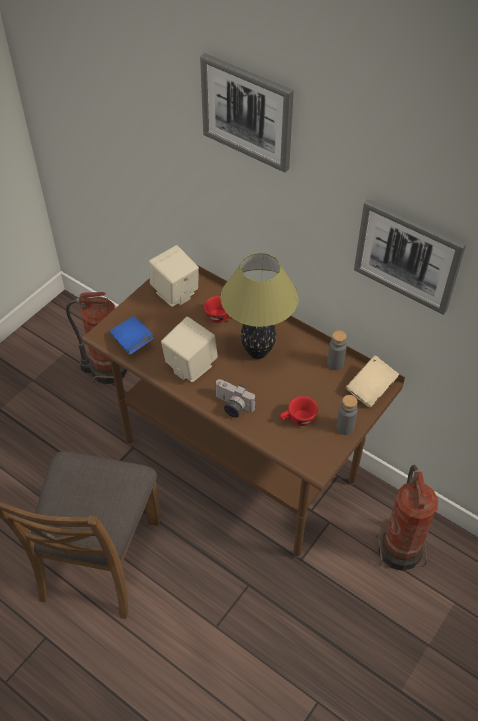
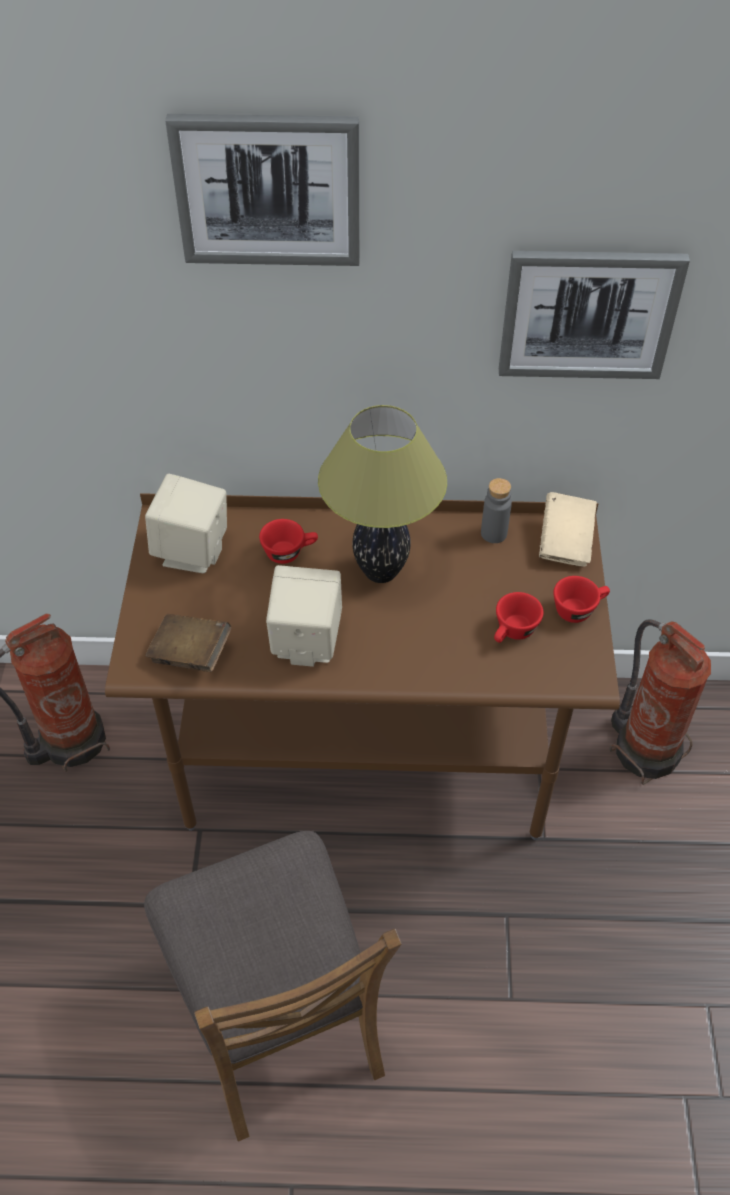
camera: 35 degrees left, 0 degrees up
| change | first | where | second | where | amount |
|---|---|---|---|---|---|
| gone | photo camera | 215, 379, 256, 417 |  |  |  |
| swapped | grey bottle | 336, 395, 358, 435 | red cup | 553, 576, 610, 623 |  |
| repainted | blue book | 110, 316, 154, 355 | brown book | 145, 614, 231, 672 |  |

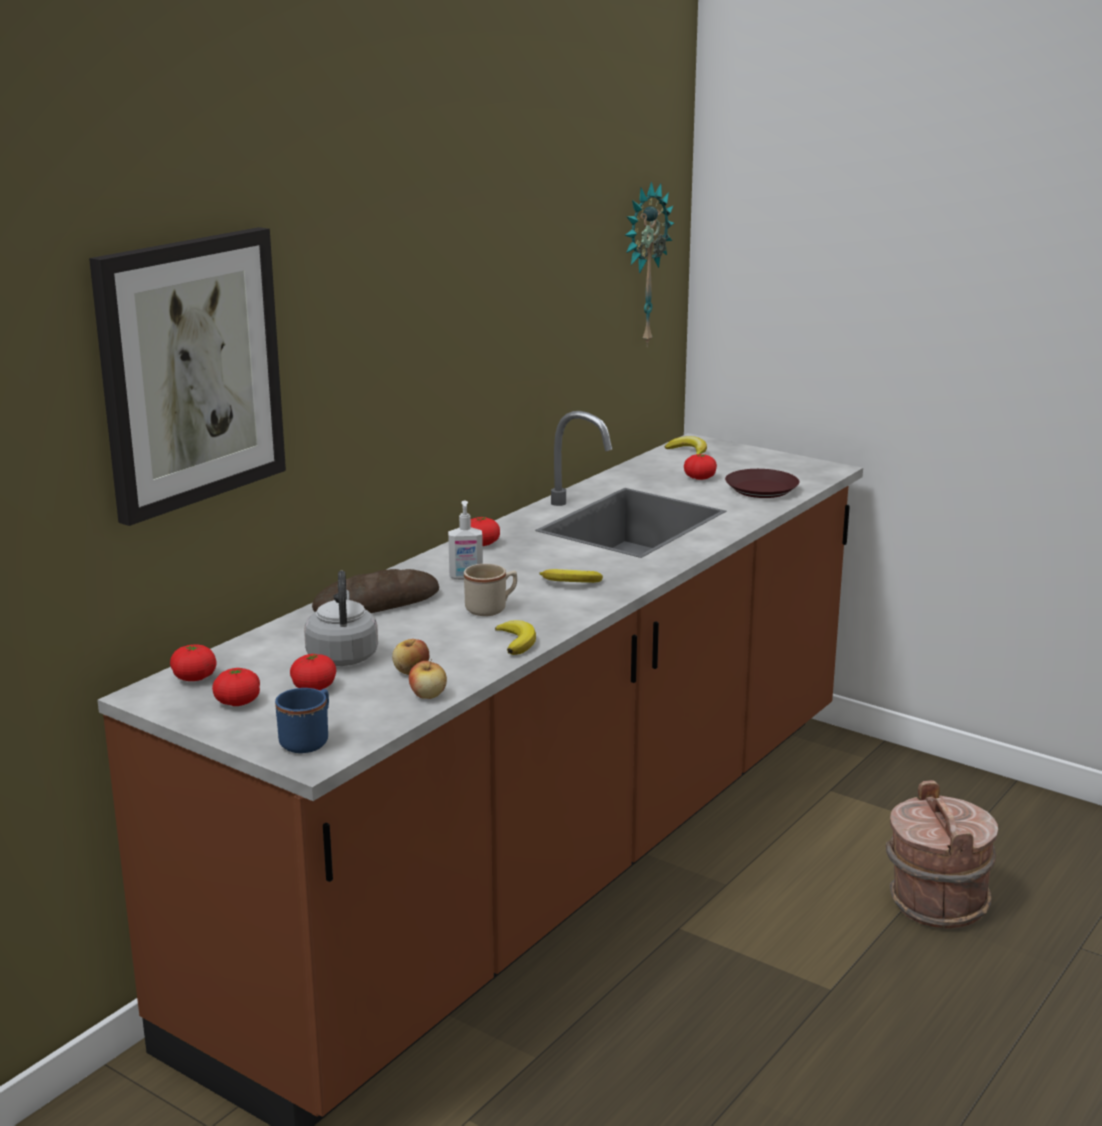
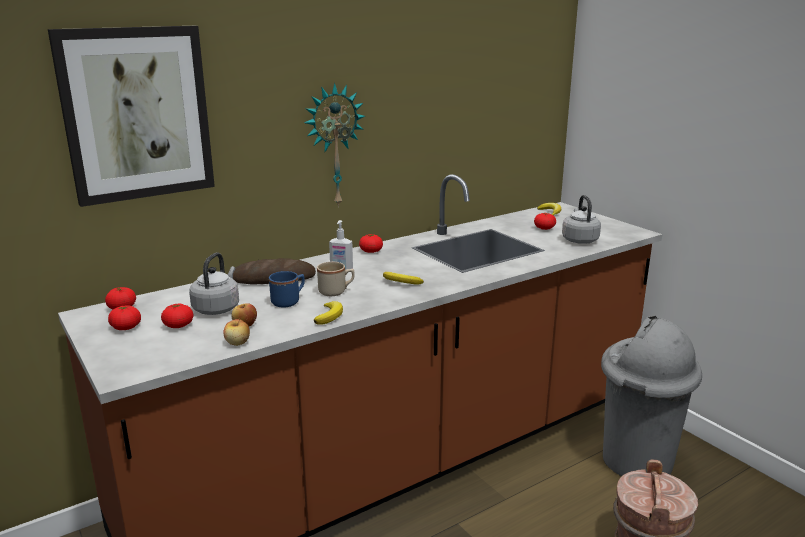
camera: 20 degrees right, 0 degrees up
| change | first | where | second | where | amount |
|---|---|---|---|---|---|
| new |  |  | grey trash can | 601, 316, 702, 476 |  |
| shifted | blue mug | 275, 688, 329, 753 |  | 269, 271, 305, 307 |  |
| shifted | wall clock | 625, 181, 674, 347 |  | 304, 83, 365, 208 |  |
| swapped | brown plate | 725, 469, 799, 498 | grey kettle | 562, 195, 601, 244 |  |

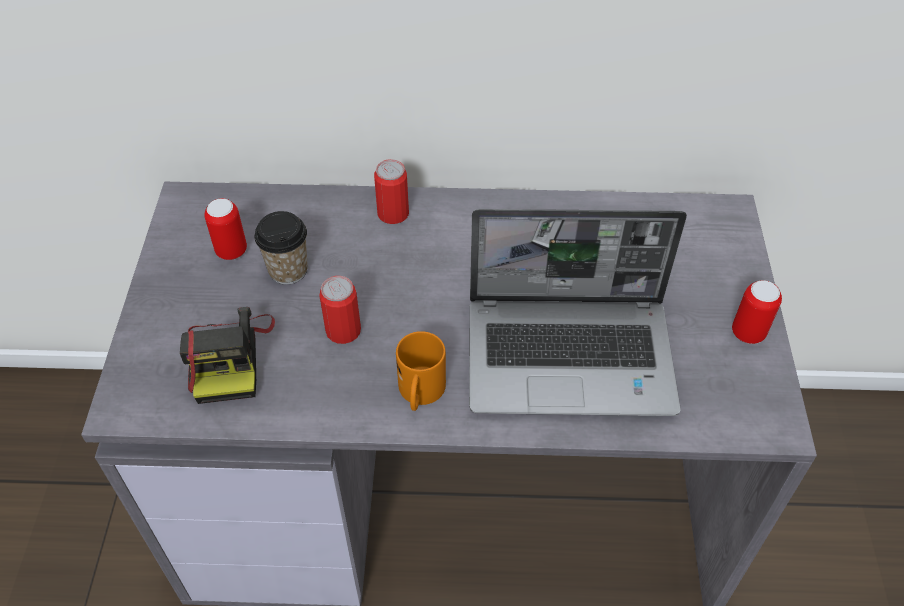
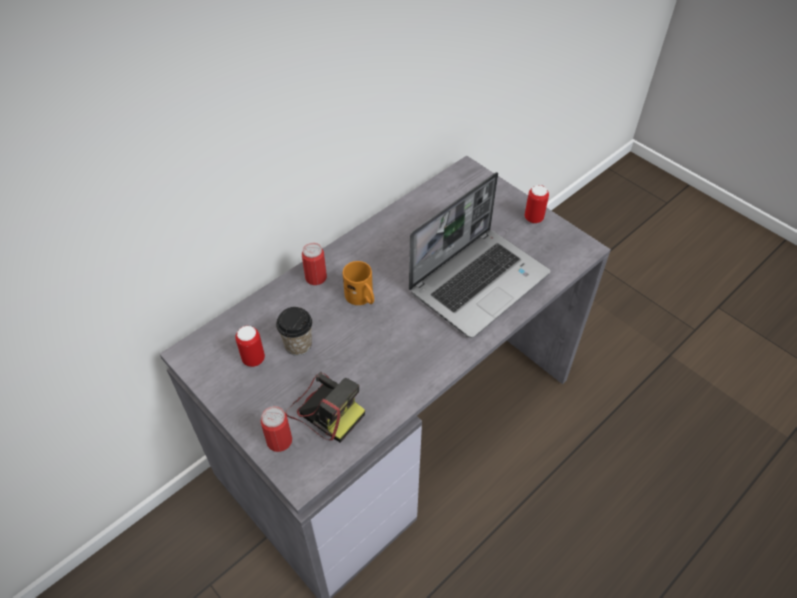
camera: 45 degrees left, 0 degrees up
| change | first | where | second | where | amount |
|---|---|---|---|---|---|
| shifted | can | 319, 276, 361, 344 |  | 260, 406, 292, 452 |  |
| shifted | orange mug | 396, 331, 446, 411 |  | 343, 261, 374, 305 |  |

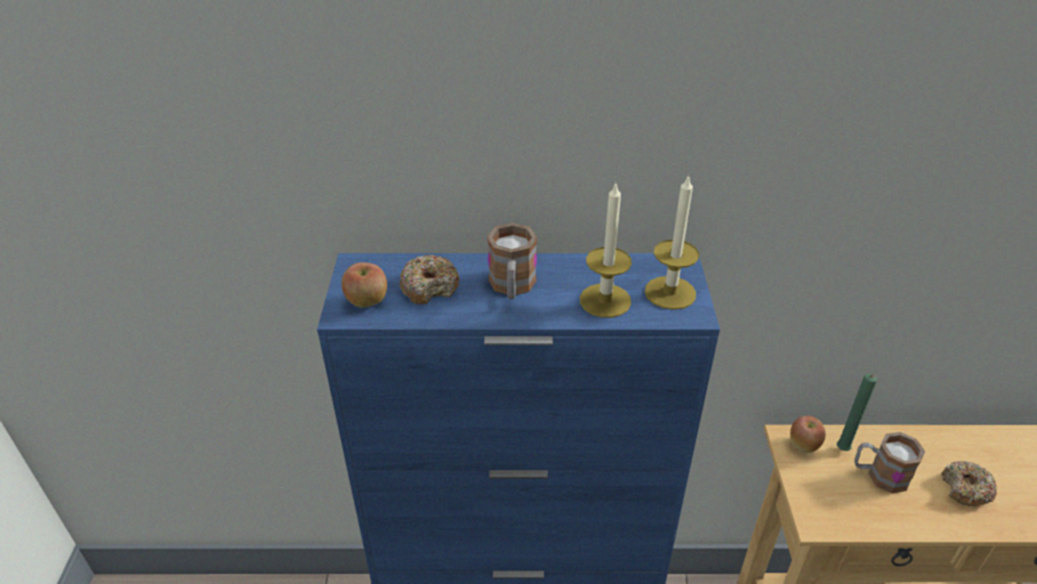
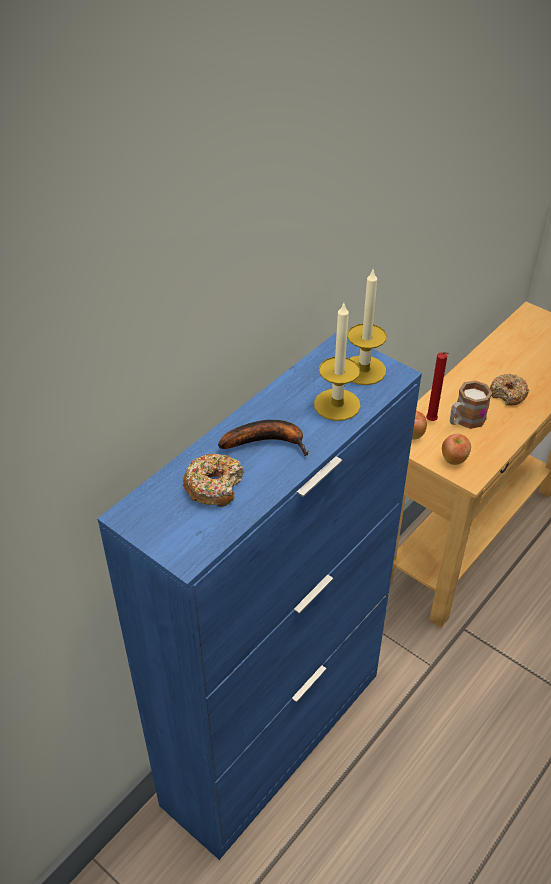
camera: 50 degrees left, 5 degrees up
| change | first | where | second | where | amount |
|---|---|---|---|---|---|
| shifted | apple | 341, 262, 387, 308 |  | 442, 434, 471, 465 |  |
| swapped | mug | 487, 223, 537, 300 | banana | 218, 420, 309, 456 |  |
| repainted | green candle | 837, 373, 877, 451 | red candle | 426, 352, 449, 421 |  |

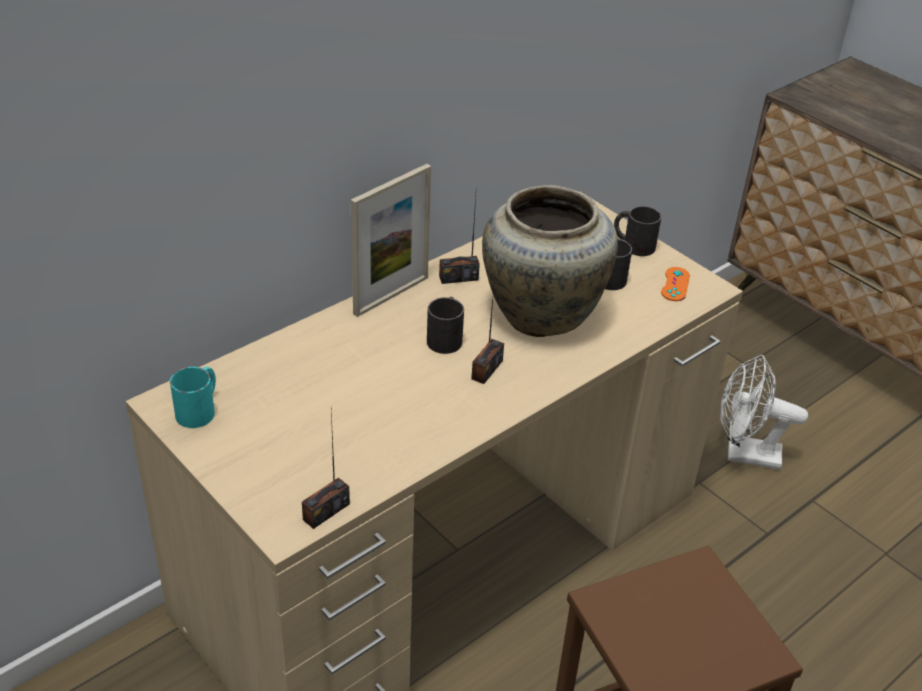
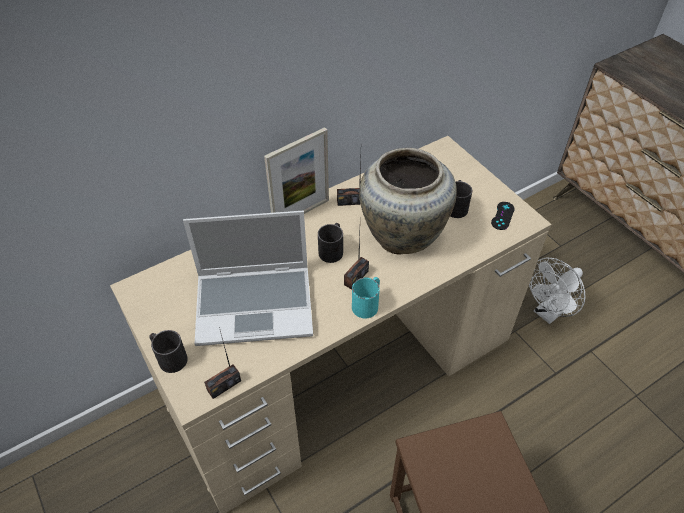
camera: 10 degrees right, 10 degrees up
| change | first | where | second | where | amount |
|---|---|---|---|---|---|
| new |  |  | laptop | 183, 211, 313, 346 |  |
| shifted | turquoise mug | 170, 367, 216, 428 |  | 352, 277, 380, 318 |  |
| shifted | black mug | 614, 206, 661, 256 |  | 149, 330, 188, 373 |  |
| repainted | orange game controller | 661, 267, 690, 301 | black game controller | 491, 202, 515, 230 |  |
| rotated | white fan | 720, 355, 808, 470 |  | 529, 258, 586, 324 | 60 degrees counterclockwise |

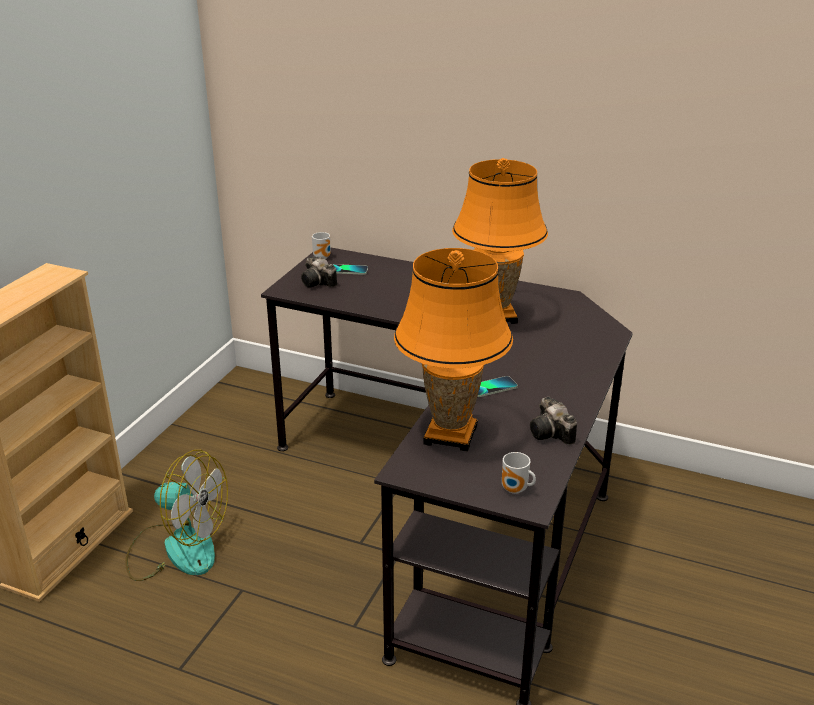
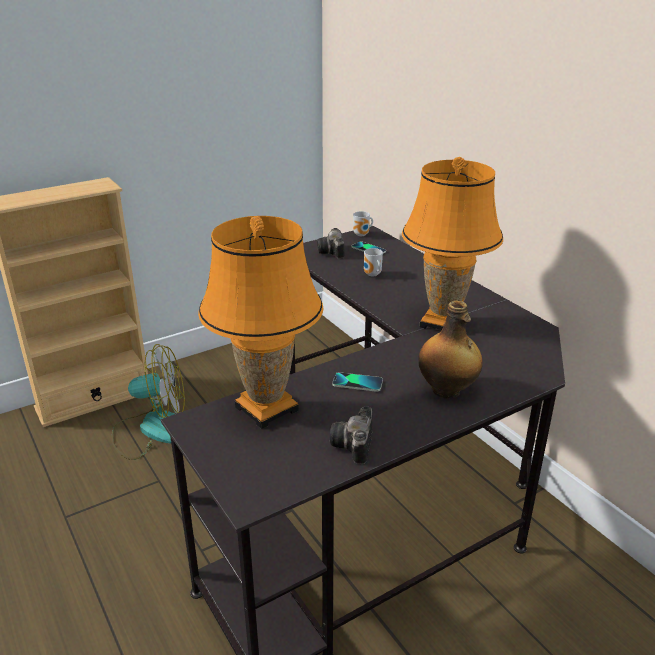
camera: 35 degrees right, 0 degrees up
| change | first | where | second | where | amount |
|---|---|---|---|---|---|
| new |  |  | bottle | 418, 300, 483, 398 |  |
| shifted | mug | 502, 452, 536, 494 |  | 364, 248, 383, 276 |  |
| rotated | fan | 125, 450, 228, 581 |  | 112, 344, 185, 460 | 60 degrees counterclockwise |

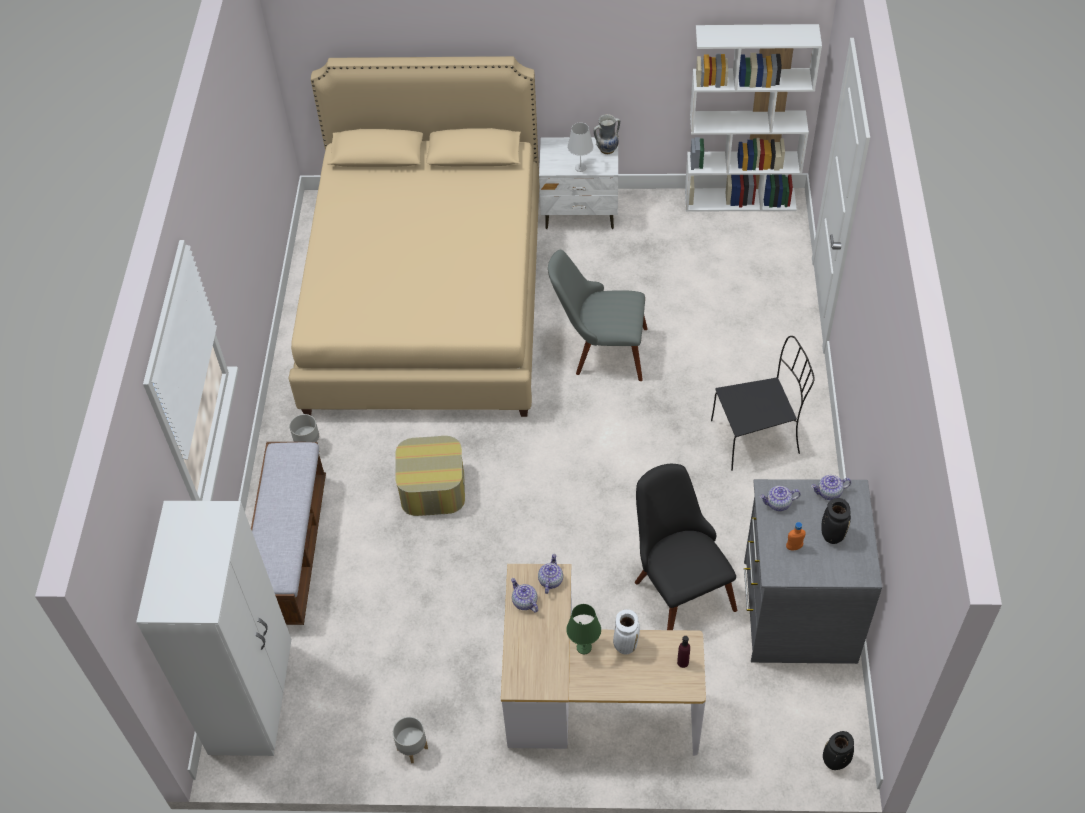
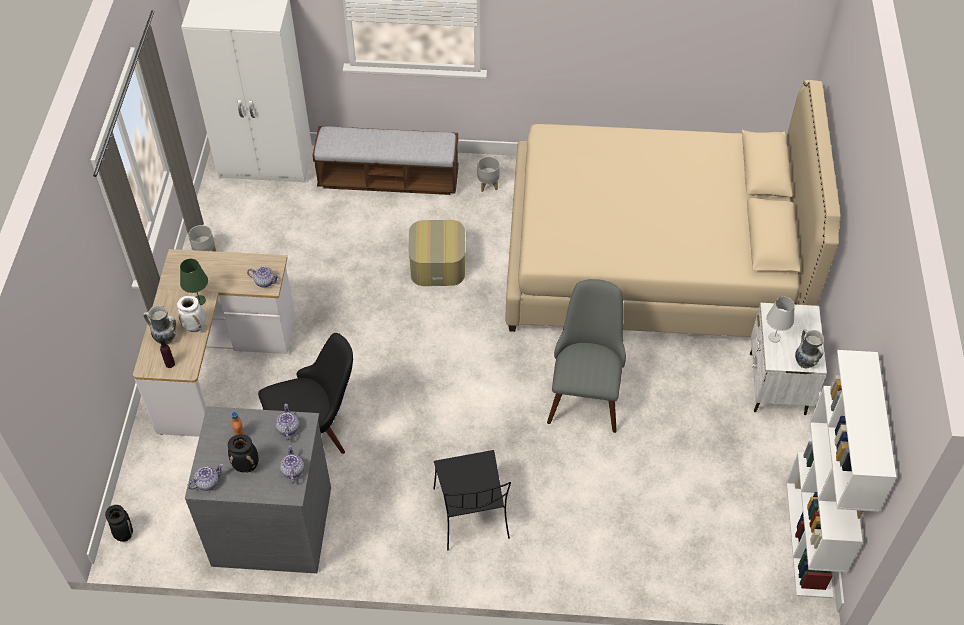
camera: 90 degrees right, 0 degrees up
| change | first | where | second | where | amount |
|---|---|---|---|---|---|
| new |  |  | vase | 143, 305, 177, 344 |  |
| shifted | teapot | 511, 578, 538, 613 |  | 187, 464, 223, 491 |  |

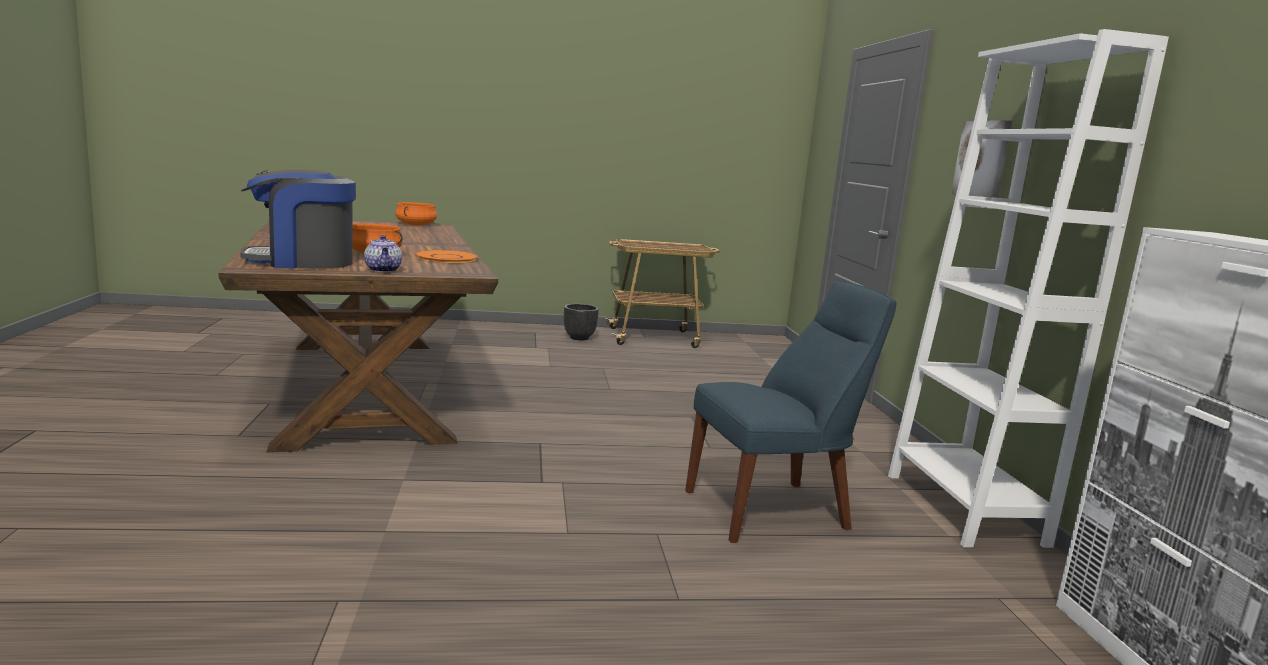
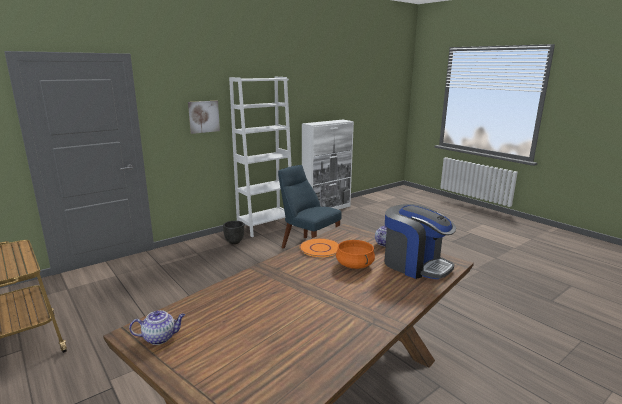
camera: 120 degrees left, 5 degrees up
| change | first | where | second | where | amount |
|---|---|---|---|---|---|
| shifted | black planter | 564, 304, 599, 340 |  | 223, 221, 244, 244 |  |
| swapped | orange cooking pot | 395, 202, 437, 226 | teapot | 129, 310, 185, 345 |  |

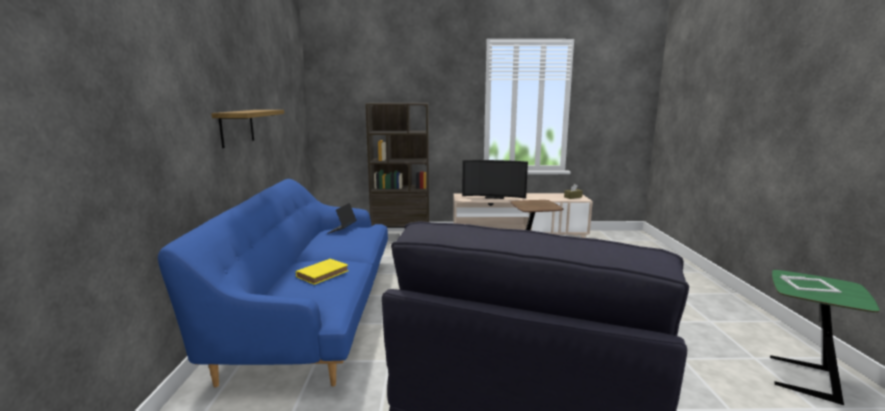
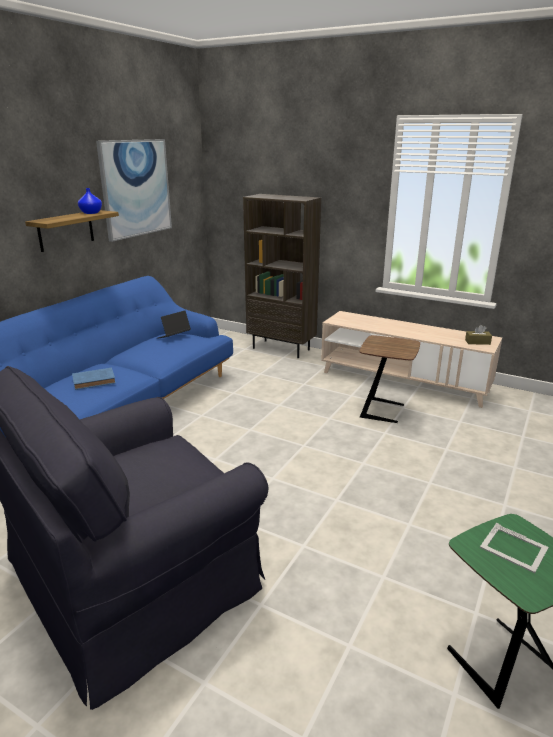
camera: 30 degrees right, 10 degrees up
| change | first | where | second | where | amount |
|---|---|---|---|---|---|
| gone | television | 462, 160, 528, 199 |  |  |  |
| new |  |  | blue vase | 78, 188, 102, 214 |  |
| new |  |  | picture | 96, 139, 172, 242 |  |
| repainted | yellow book | 296, 259, 349, 285 | blue book | 72, 368, 116, 390 |  |

